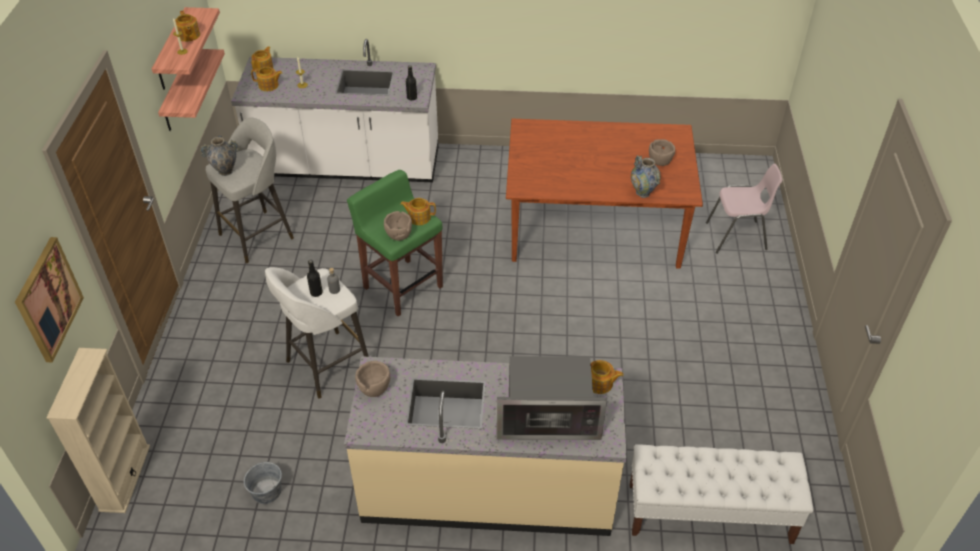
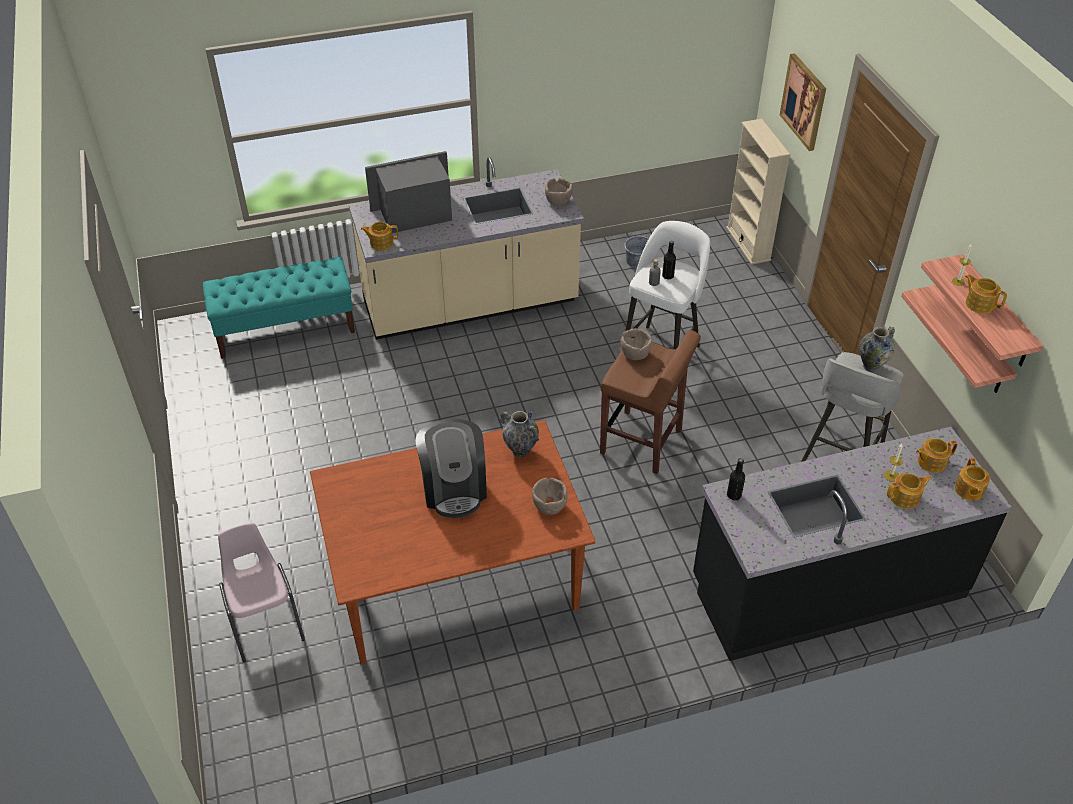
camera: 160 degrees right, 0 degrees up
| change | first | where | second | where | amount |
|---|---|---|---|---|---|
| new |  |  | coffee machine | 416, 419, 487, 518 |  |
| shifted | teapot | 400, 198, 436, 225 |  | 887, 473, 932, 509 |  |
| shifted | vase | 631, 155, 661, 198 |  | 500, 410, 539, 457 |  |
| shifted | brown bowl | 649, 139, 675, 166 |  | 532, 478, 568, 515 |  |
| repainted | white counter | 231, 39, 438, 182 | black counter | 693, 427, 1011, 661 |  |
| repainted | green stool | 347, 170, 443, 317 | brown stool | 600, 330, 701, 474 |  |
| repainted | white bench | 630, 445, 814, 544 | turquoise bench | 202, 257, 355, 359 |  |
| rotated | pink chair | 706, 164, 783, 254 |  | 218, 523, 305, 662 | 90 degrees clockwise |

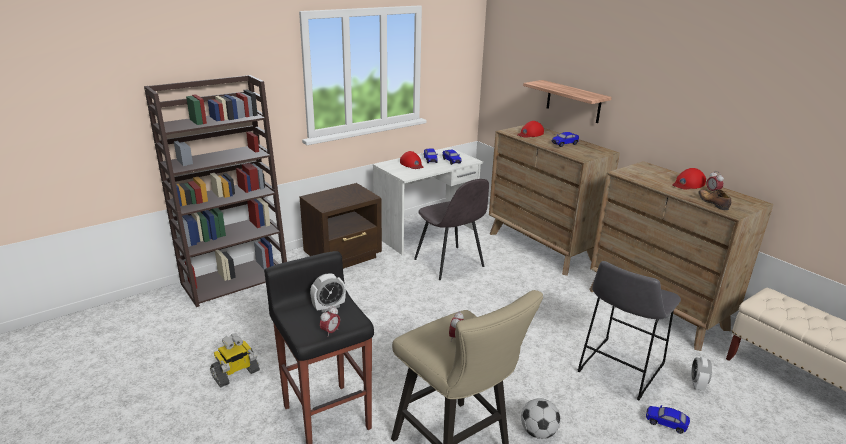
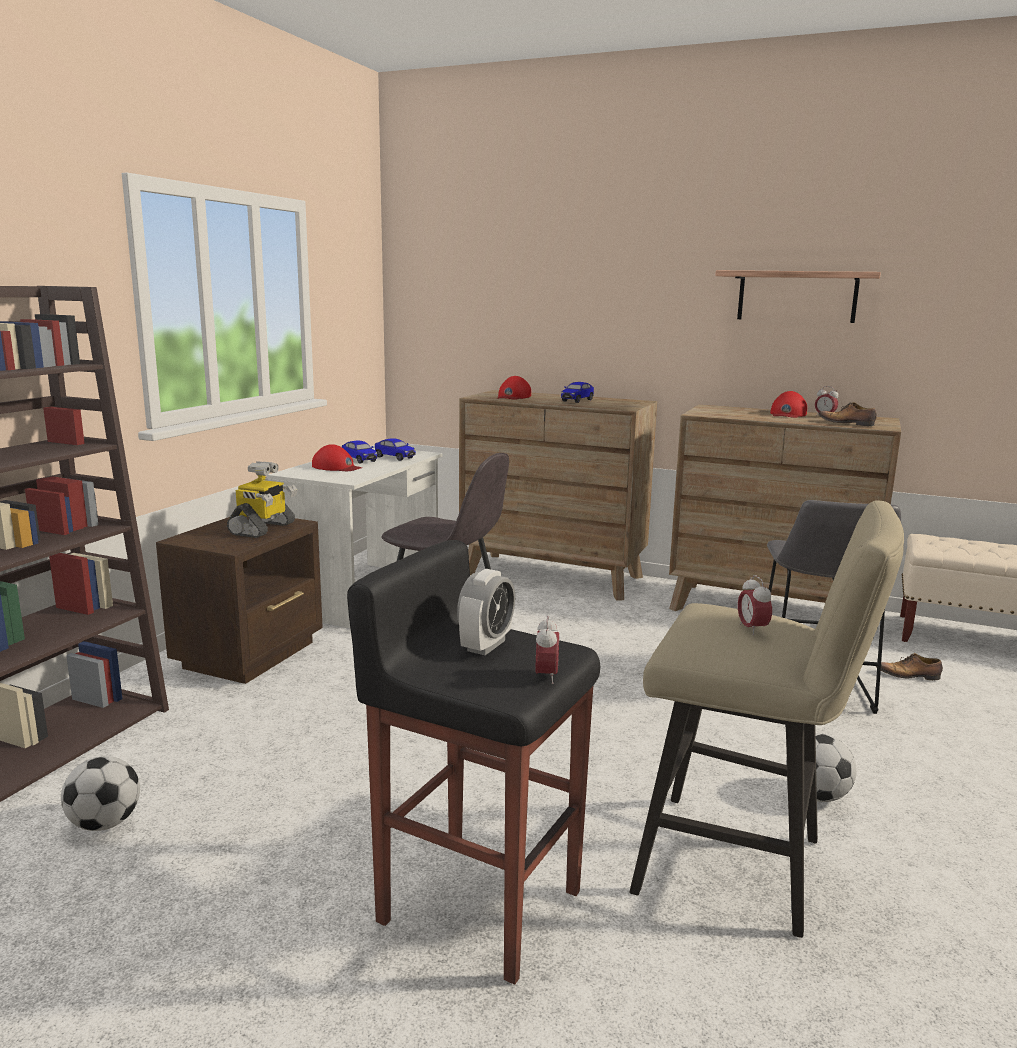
camera: 30 degrees left, 10 degrees down
| change | first | where | second | where | amount |
|---|---|---|---|---|---|
| gone | toy car | 646, 405, 690, 434 |  |  |  |
| new |  |  | football | 61, 756, 140, 831 |  |
| shifted | toy robot | 210, 334, 260, 388 |  | 227, 461, 297, 538 |  |
| shifted | shelf | 523, 80, 612, 123 |  | 715, 270, 881, 323 |  |
| swapped | alarm clock | 691, 357, 712, 391 | shoe | 876, 653, 943, 680 |  |

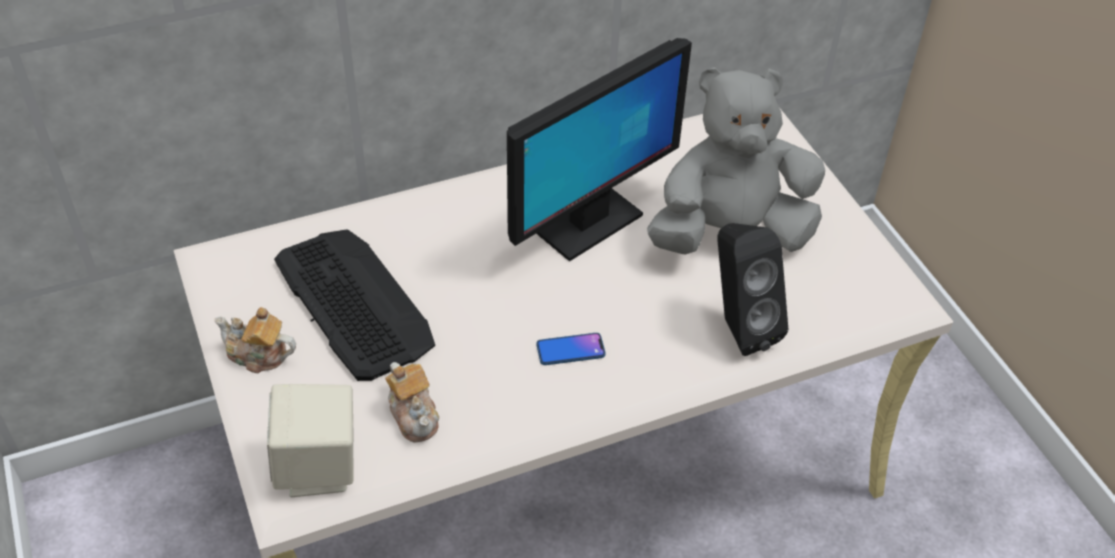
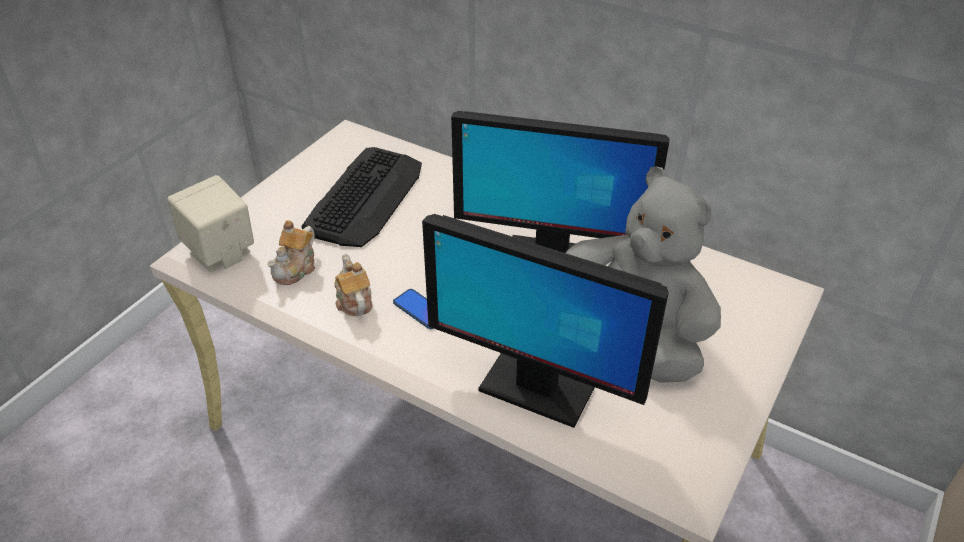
camera: 55 degrees right, 5 degrees down
| change | first | where | second | where | amount |
|---|---|---|---|---|---|
| shifted | teapot | 215, 307, 296, 373 |  | 334, 254, 372, 316 |  |
| swapped | black speaker | 717, 223, 788, 356 | monitor | 422, 214, 669, 428 |  |

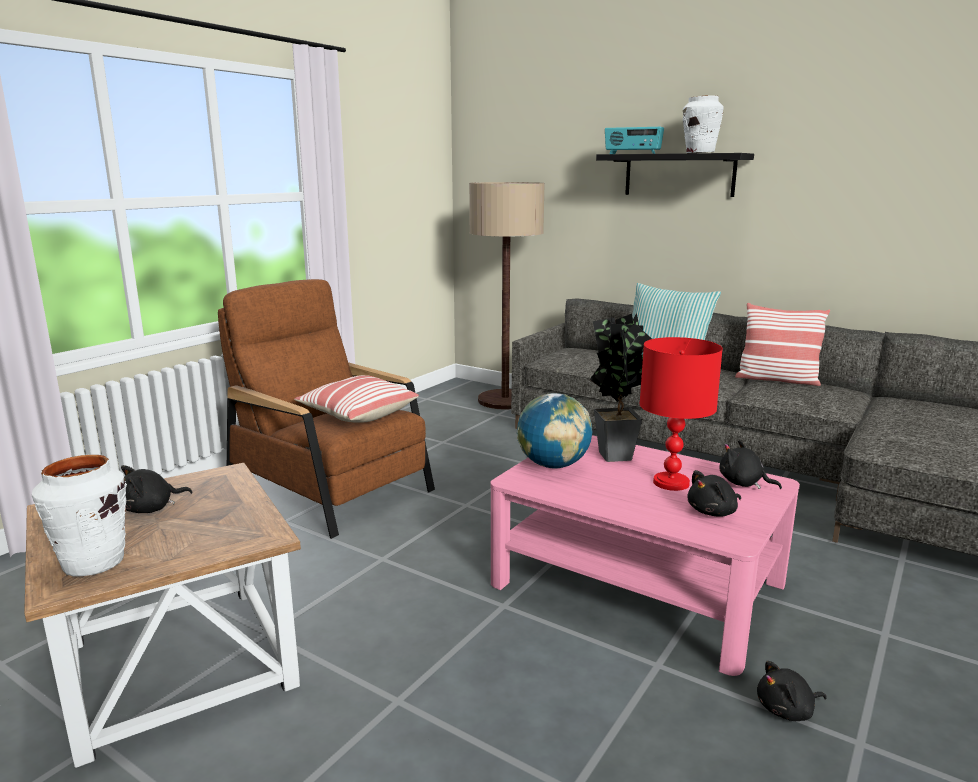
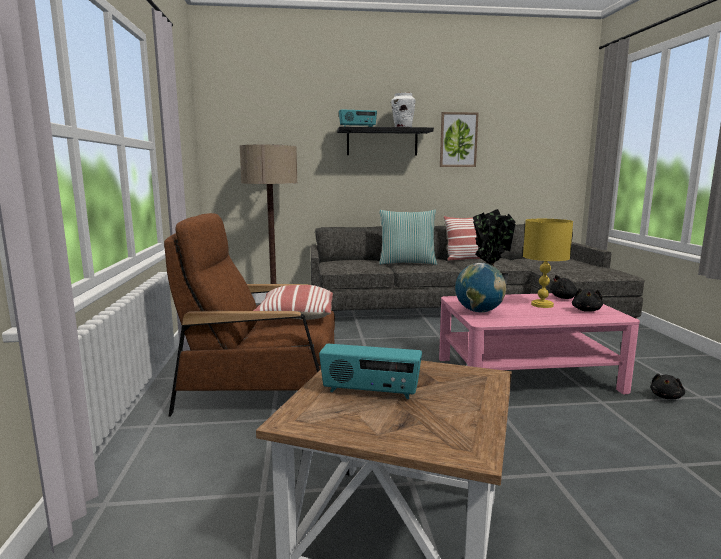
camera: 40 degrees left, 5 degrees down
| change | first | where | second | where | amount |
|---|---|---|---|---|---|
| gone | white vase | 32, 454, 127, 577 |  |  |  |
| new |  |  | picture | 440, 112, 479, 167 |  |
| swapped | black plush toy | 121, 465, 193, 513 | radio | 319, 344, 422, 399 |  |
| repainted | red table lamp | 639, 337, 723, 491 | yellow table lamp | 523, 219, 573, 308 |  |

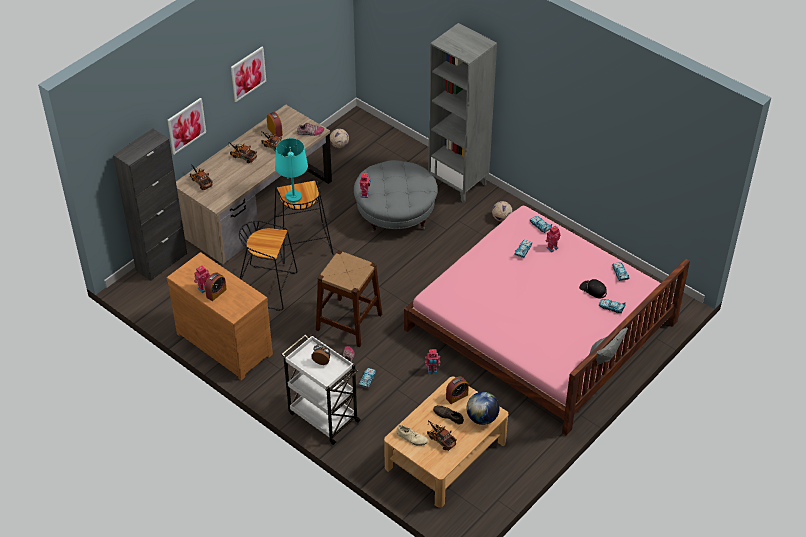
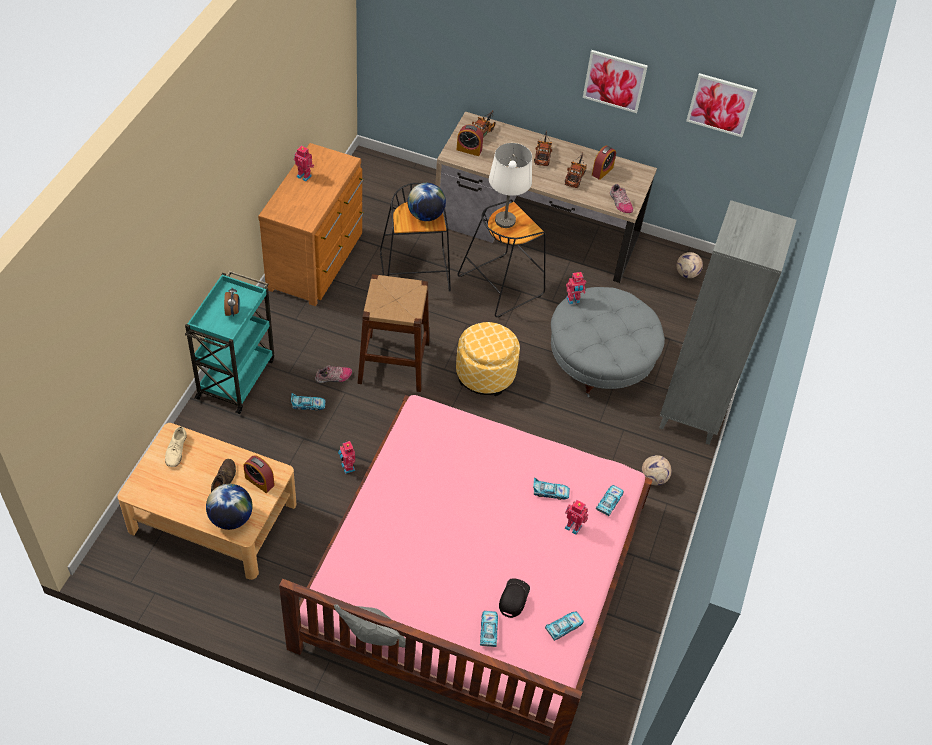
camera: 65 degrees right, 5 degrees up
| change | first | where | second | where | amount |
|---|---|---|---|---|---|
| gone | black cabinet | 113, 129, 187, 281 |  |  |  |
| gone | toy truck | 427, 420, 457, 451 |  |  |  |
| new |  |  | globe | 407, 183, 446, 221 |  |
| new |  |  | ottoman | 456, 322, 520, 396 |  |
| shifted | picture | 167, 98, 206, 154 |  | 686, 73, 757, 137 |  |
| shifted | alarm clock | 205, 272, 227, 301 |  | 457, 125, 483, 156 |  |
| repainted | turquoise table lamp | 275, 138, 308, 203 | white table lamp | 489, 143, 532, 228 |  |
| repainted | white cart | 281, 335, 361, 445 | turquoise cart | 185, 271, 274, 414 |  |

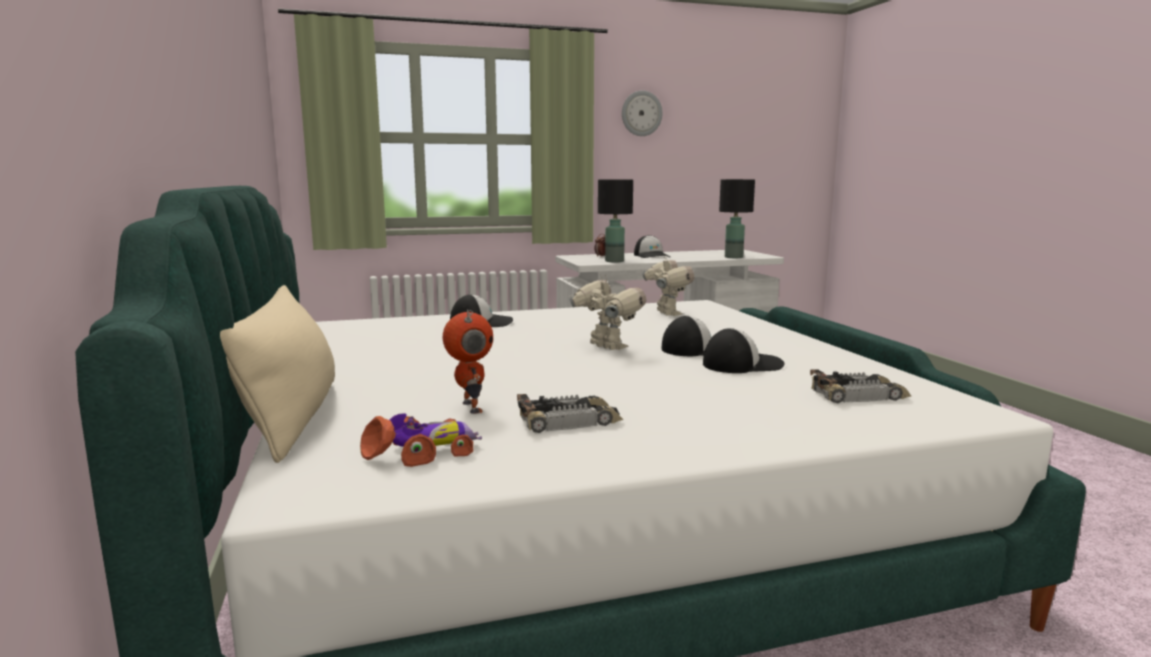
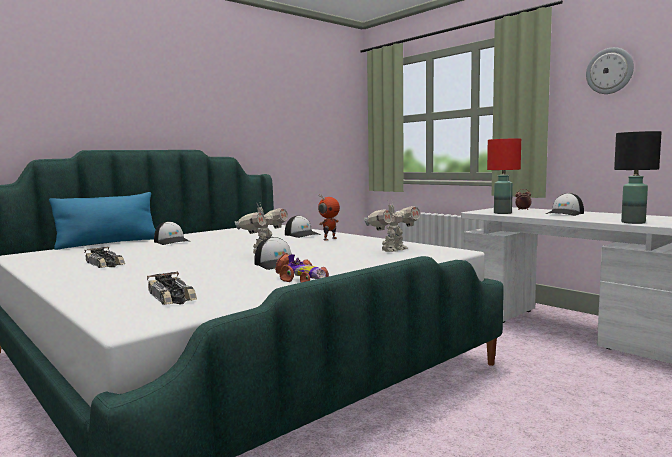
camera: 65 degrees right, 5 degrees down
| change | first | where | second | where | amount |
|---|---|---|---|---|---|
| shifted | toy car | 360, 413, 482, 467 |  | 275, 253, 329, 283 |  |
| shifted | toy robot | 443, 309, 493, 414 |  | 318, 195, 340, 241 |  |
| shifted | cap | 703, 328, 785, 373 |  | 154, 221, 191, 245 |  |
| repainted | beige pillow | 220, 285, 335, 463 | blue pillow | 49, 192, 155, 250 |  |
| repainted | black table lamp | 598, 180, 633, 263 | red table lamp | 487, 138, 521, 214 |  |

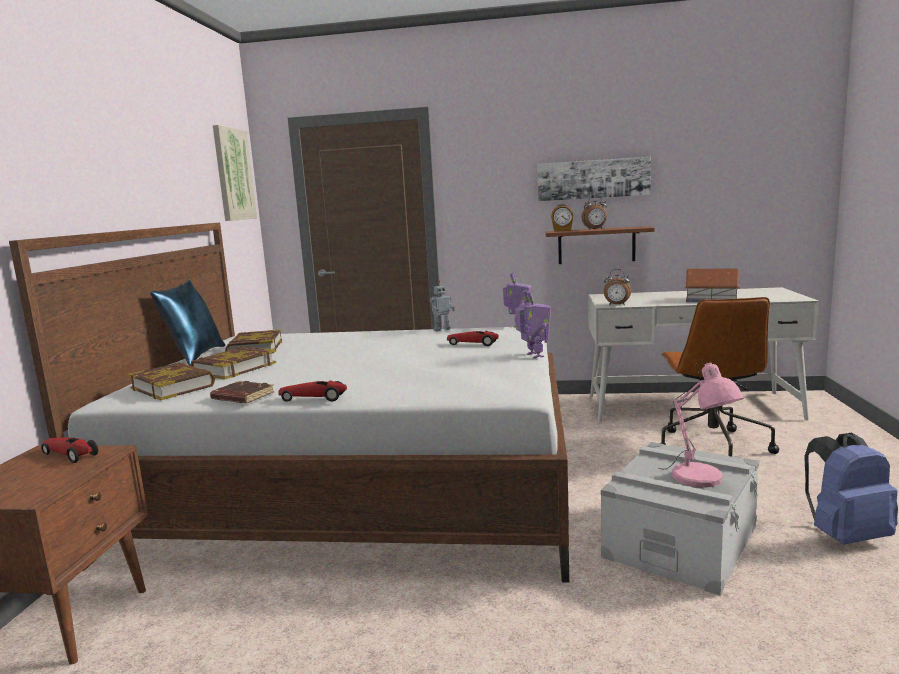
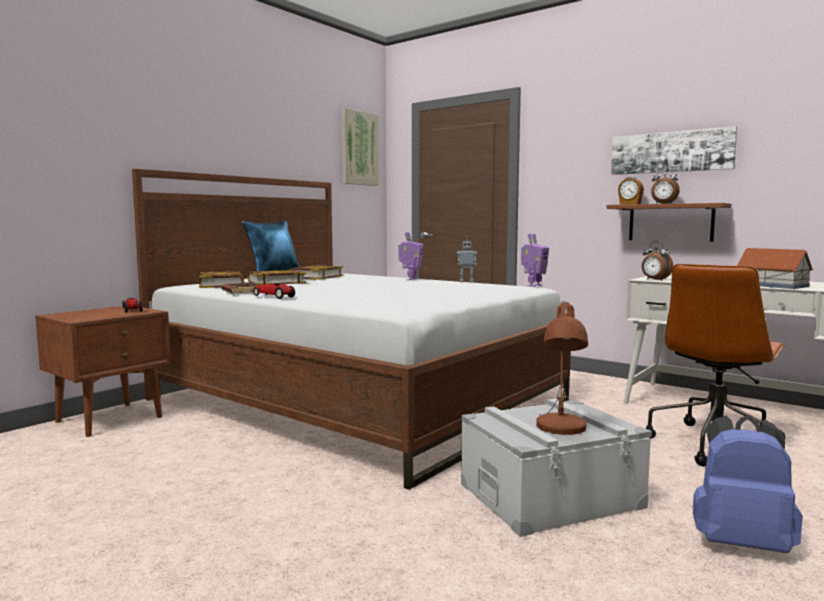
camera: 30 degrees right, 5 degrees down
| change | first | where | second | where | amount |
|---|---|---|---|---|---|
| gone | toy car | 447, 331, 499, 346 |  |  |  |
| shifted | toy robot | 515, 290, 551, 358 |  | 398, 232, 423, 281 |  |
| repainted | pink table lamp | 659, 361, 744, 488 | brown table lamp | 536, 301, 588, 435 |  |

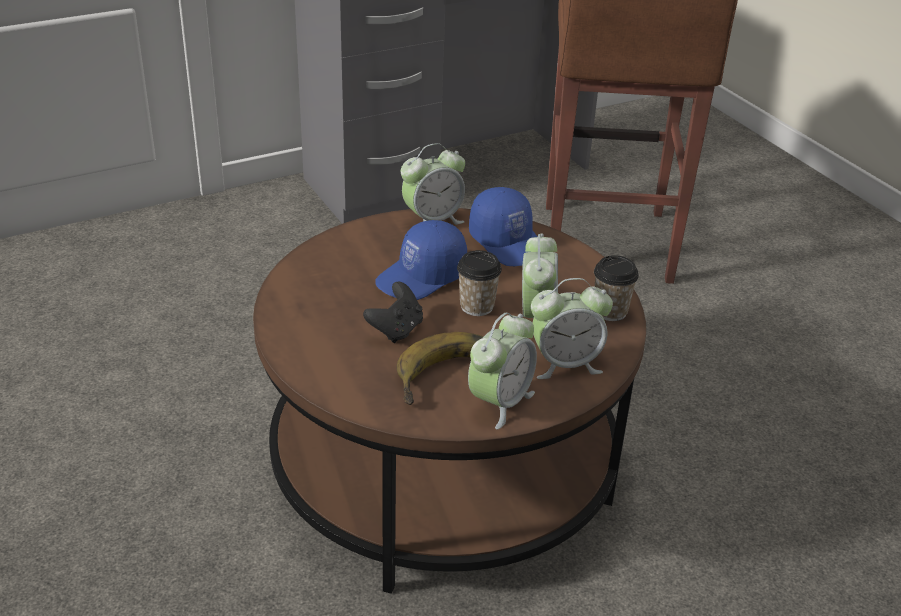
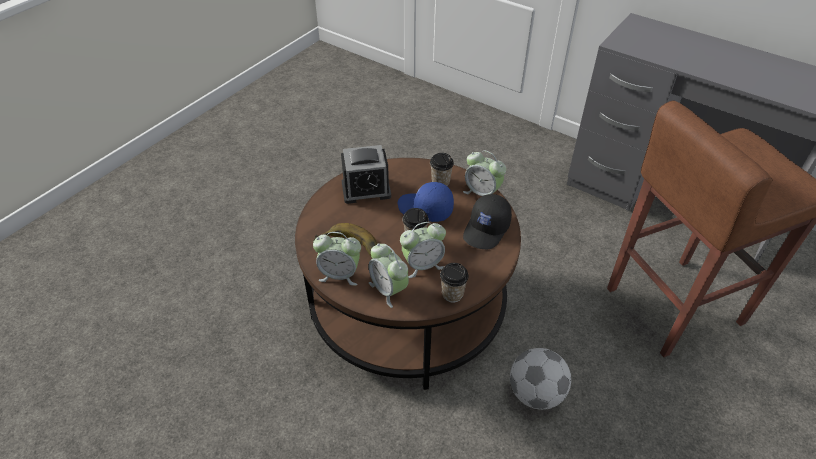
camera: 65 degrees right, 10 degrees up
| change | first | where | second | where | amount |
|---|---|---|---|---|---|
| gone | black game controller | 363, 282, 423, 343 |  |  |  |
| new |  |  | alarm clock | 341, 145, 391, 204 |  |
| new |  |  | cup | 430, 153, 454, 186 |  |
| new |  |  | football | 510, 348, 571, 410 |  |
| repainted | blue cap | 469, 187, 537, 266 | black cap | 463, 194, 512, 249 |  |

